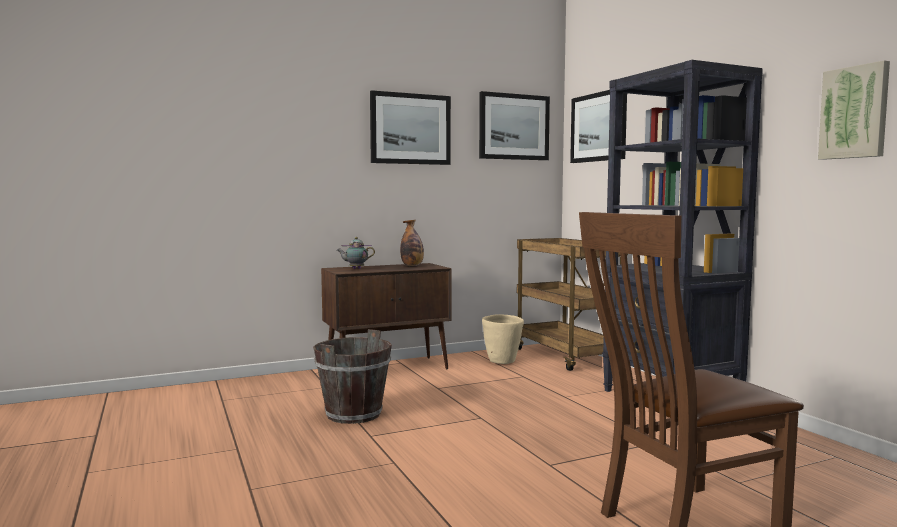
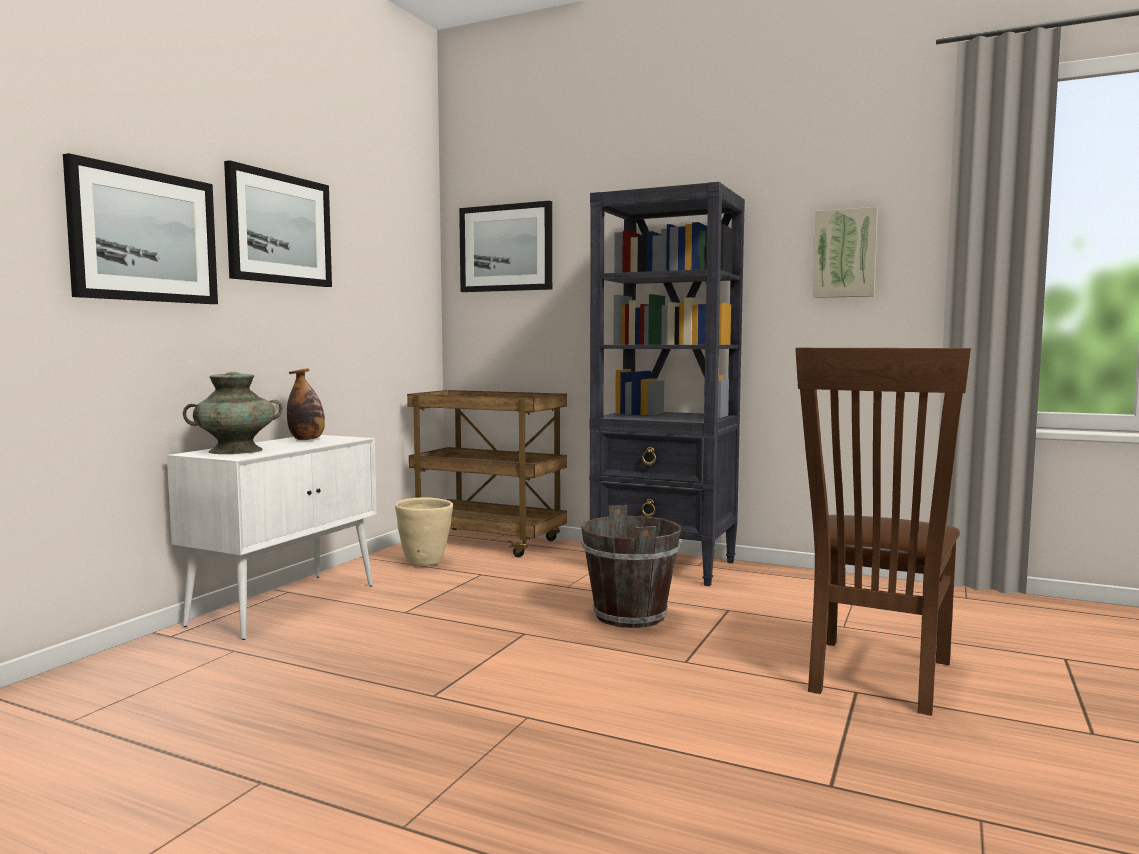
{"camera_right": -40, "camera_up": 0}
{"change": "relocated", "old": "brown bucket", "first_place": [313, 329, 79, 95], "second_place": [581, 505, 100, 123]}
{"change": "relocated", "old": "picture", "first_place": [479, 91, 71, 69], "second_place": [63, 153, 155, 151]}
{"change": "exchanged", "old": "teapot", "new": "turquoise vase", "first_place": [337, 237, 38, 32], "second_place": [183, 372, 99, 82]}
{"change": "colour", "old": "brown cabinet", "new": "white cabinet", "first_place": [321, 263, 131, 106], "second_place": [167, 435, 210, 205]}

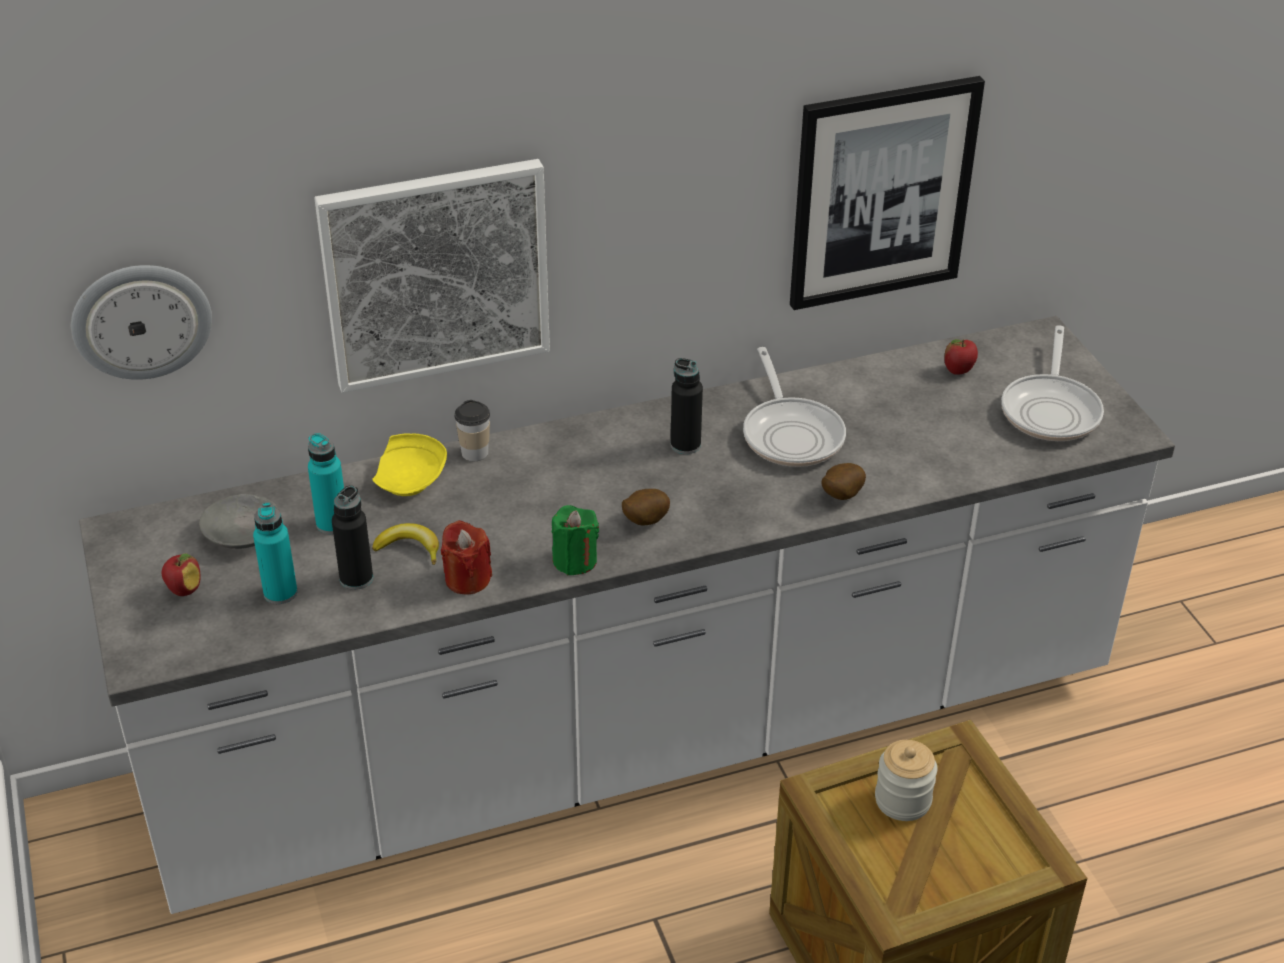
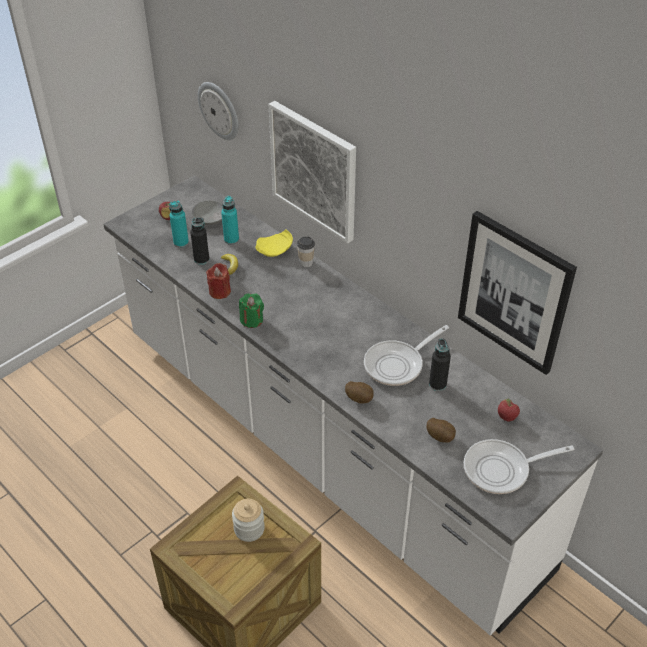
{"camera_right": 65, "camera_up": 5}
{"change": "relocated", "old": "potato", "first_place": [622, 489, 48, 36], "second_place": [426, 418, 30, 25]}
{"change": "relocated", "old": "black bottle", "first_place": [671, 358, 32, 96], "second_place": [429, 338, 22, 53]}

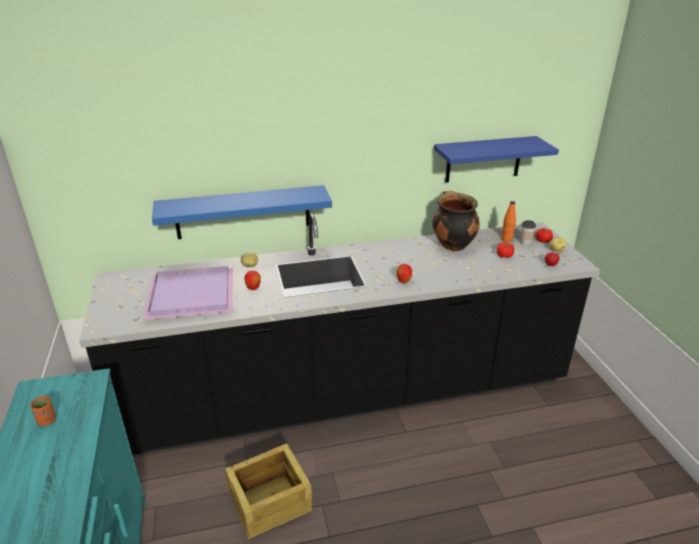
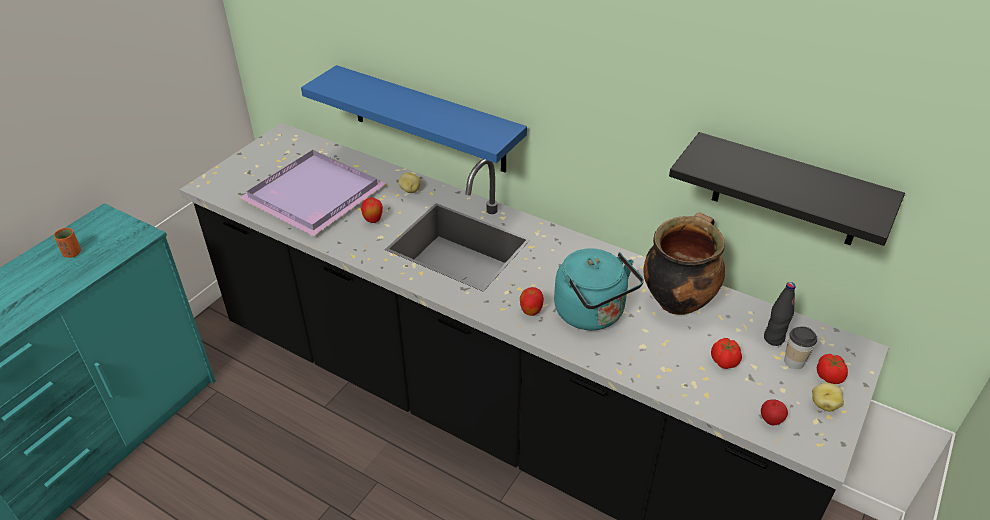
{"camera_right": 45, "camera_up": 10}
{"change": "missing", "old": "crate", "first_place": [225, 443, 87, 97]}
{"change": "appeared", "new": "turquoise kettle", "second_place": [554, 248, 90, 82]}
{"change": "colour", "old": "blue shelf", "new": "black shelf", "first_place": [434, 136, 125, 47], "second_place": [669, 132, 236, 114]}
{"change": "colour", "old": "orange bottle", "new": "black bottle", "first_place": [501, 201, 15, 41], "second_place": [764, 282, 32, 64]}

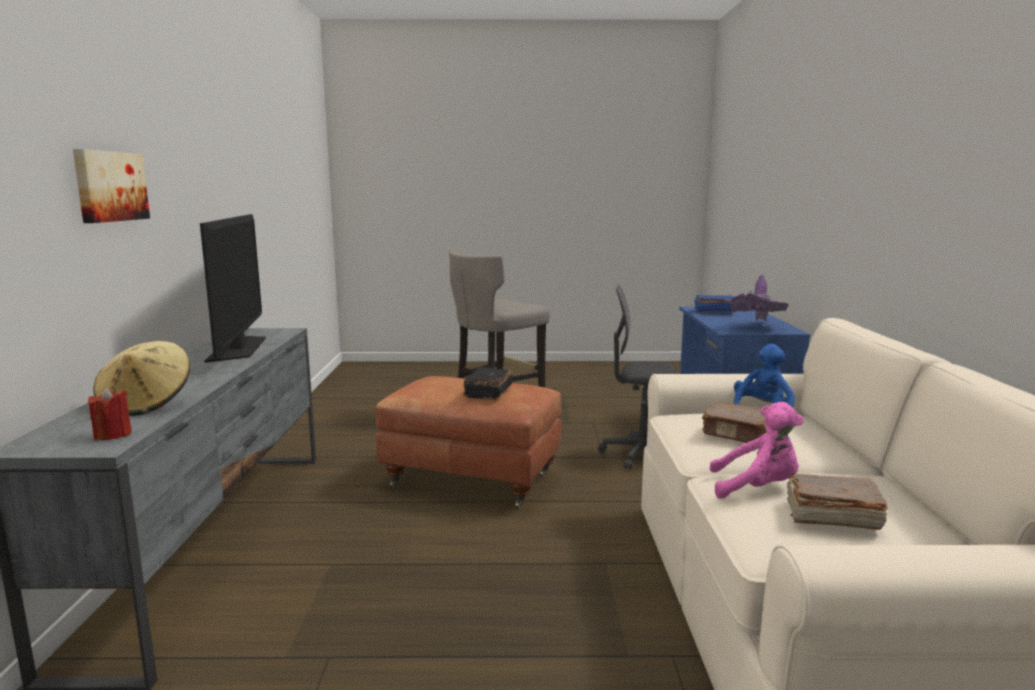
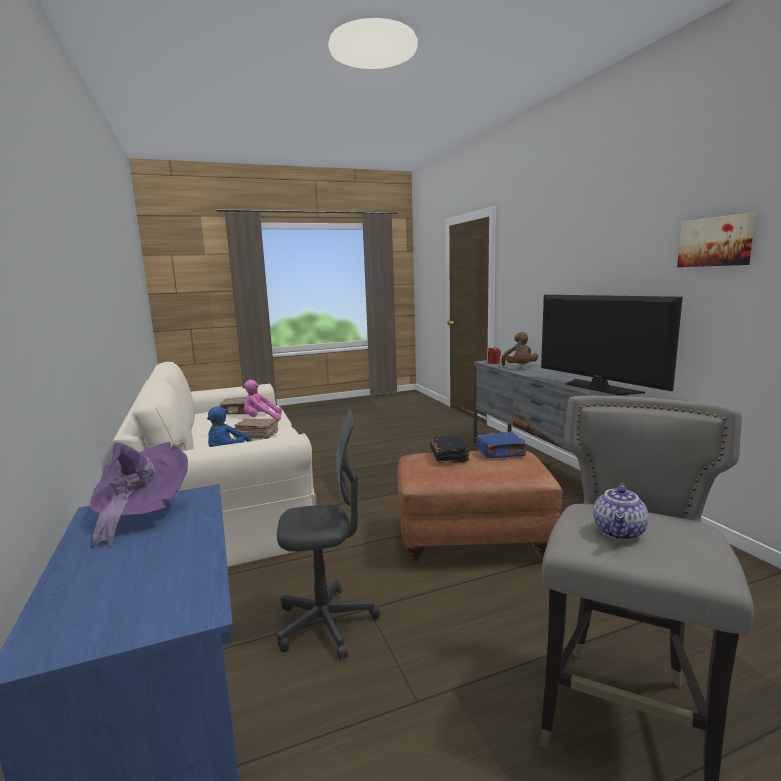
{"camera_right": 160, "camera_up": 0}
{"change": "appeared", "new": "teapot", "second_place": [593, 483, 55, 58]}
{"change": "relocated", "old": "picture", "first_place": [73, 149, 77, 74], "second_place": [677, 213, 79, 54]}
{"change": "relocated", "old": "blue book", "first_place": [695, 295, 39, 18], "second_place": [476, 432, 51, 26]}
{"change": "exchanged", "old": "beige hat", "new": "brown plush toy", "first_place": [93, 341, 97, 75], "second_place": [501, 332, 37, 34]}

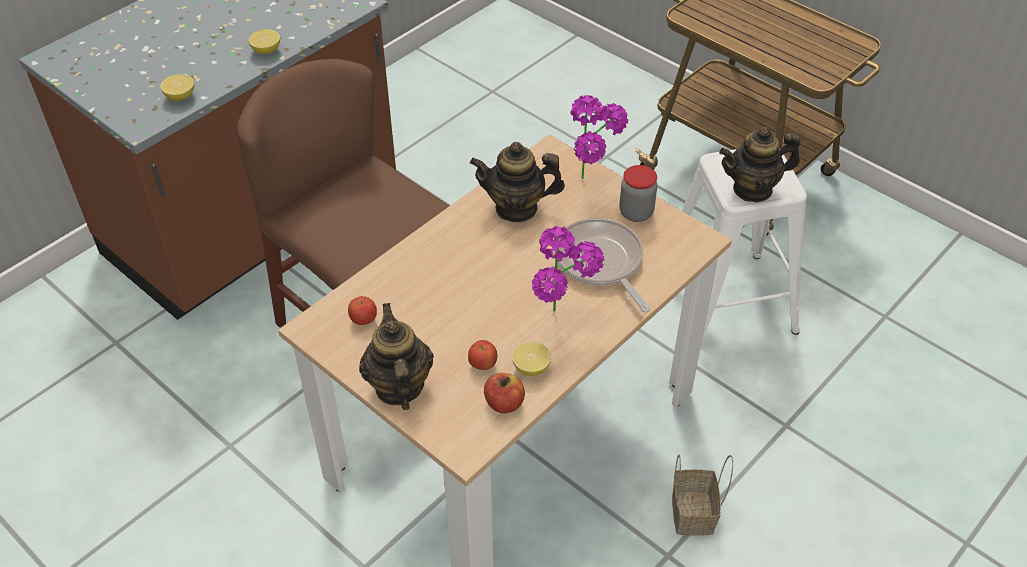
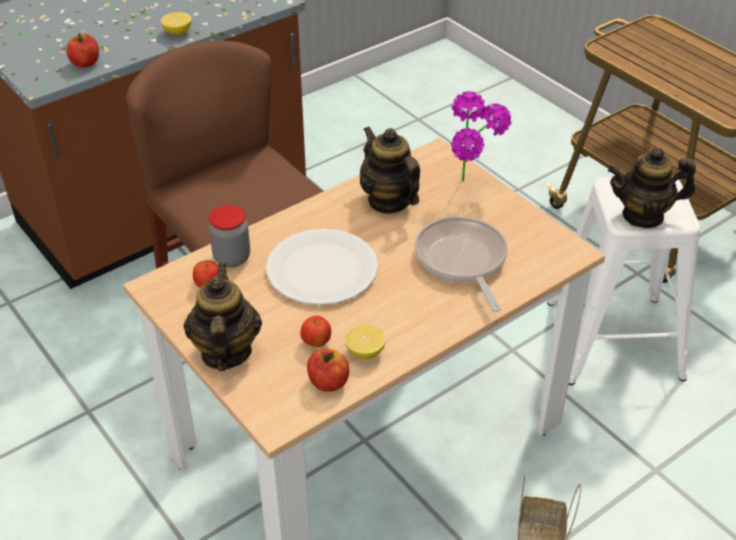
{"camera_right": 10, "camera_up": -5}
{"change": "missing", "old": "potted plant", "first_place": [532, 226, 72, 85]}
{"change": "appeared", "new": "white plate", "second_place": [266, 229, 112, 76]}
{"change": "relocated", "old": "jar", "first_place": [619, 165, 39, 57], "second_place": [209, 205, 41, 62]}
{"change": "exchanged", "old": "lemon", "new": "apple", "first_place": [160, 74, 34, 27], "second_place": [66, 33, 33, 35]}
{"change": "spun", "old": "teapot", "first_place": [470, 142, 95, 80], "second_place": [360, 126, 60, 88], "degrees": 45}

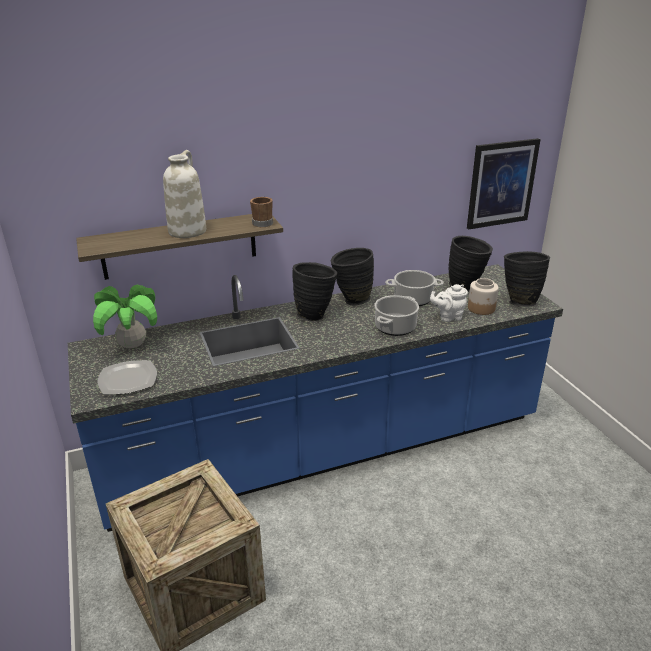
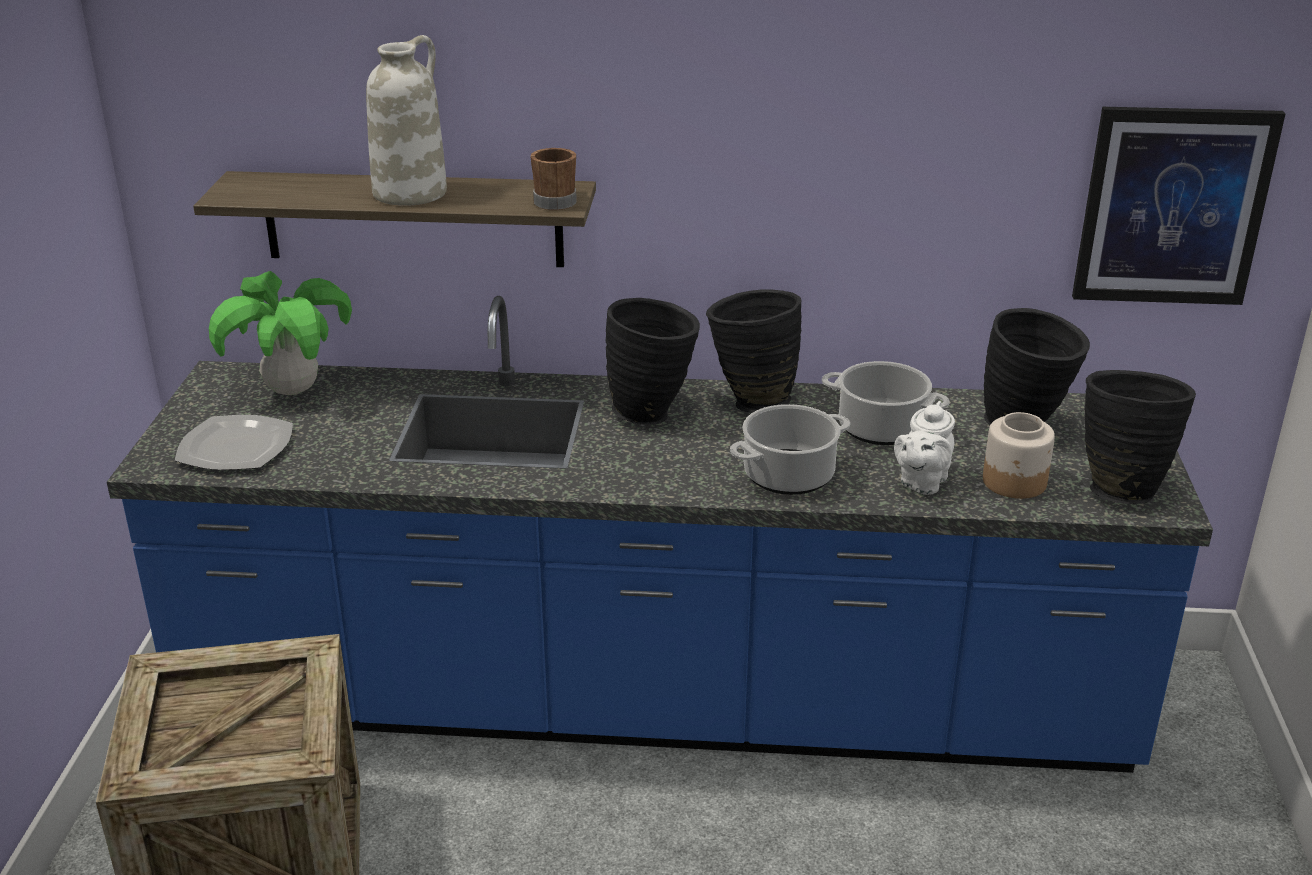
{"camera_right": 25, "camera_up": 0}
{"change": "spun", "old": "white teapot", "first_place": [430, 284, 38, 38], "second_place": [894, 401, 61, 94], "degrees": -75}

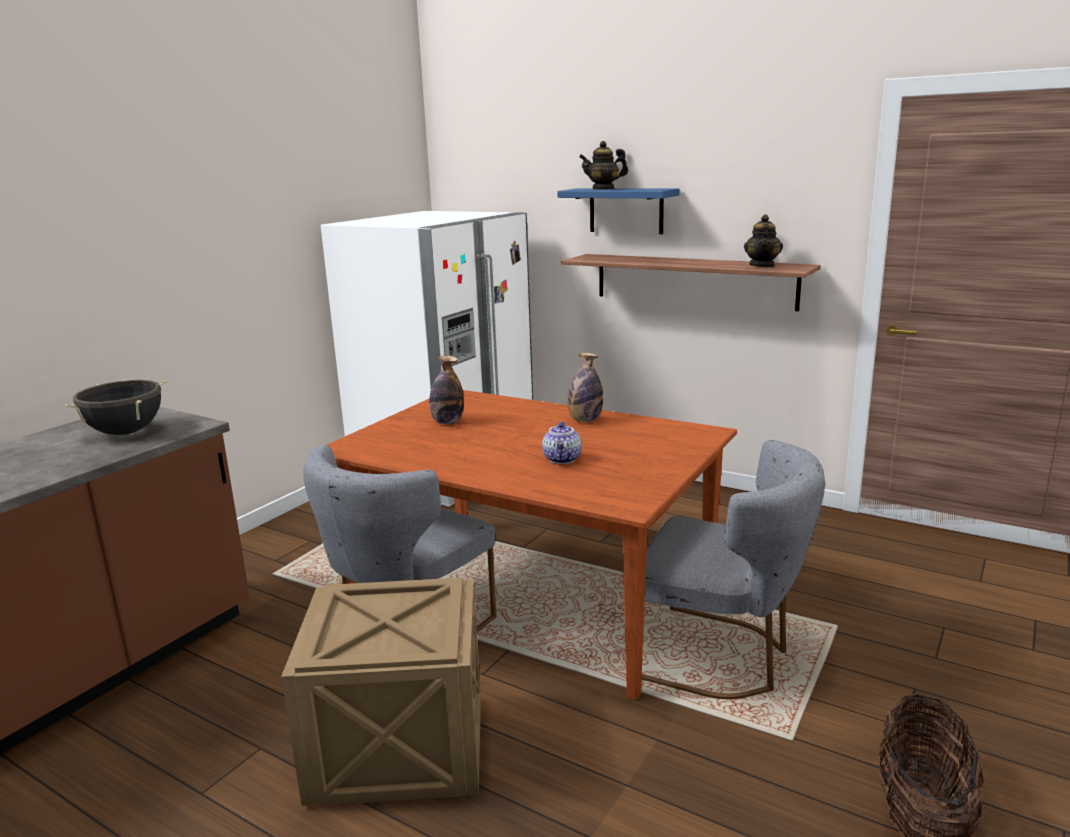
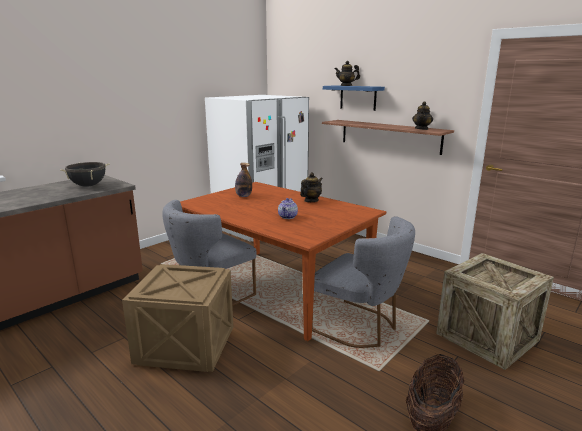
{"camera_right": 10, "camera_up": 0}
{"change": "appeared", "new": "crate", "second_place": [436, 253, 118, 117]}
{"change": "exchanged", "old": "bottle", "new": "teapot", "first_place": [568, 353, 35, 69], "second_place": [300, 172, 23, 30]}

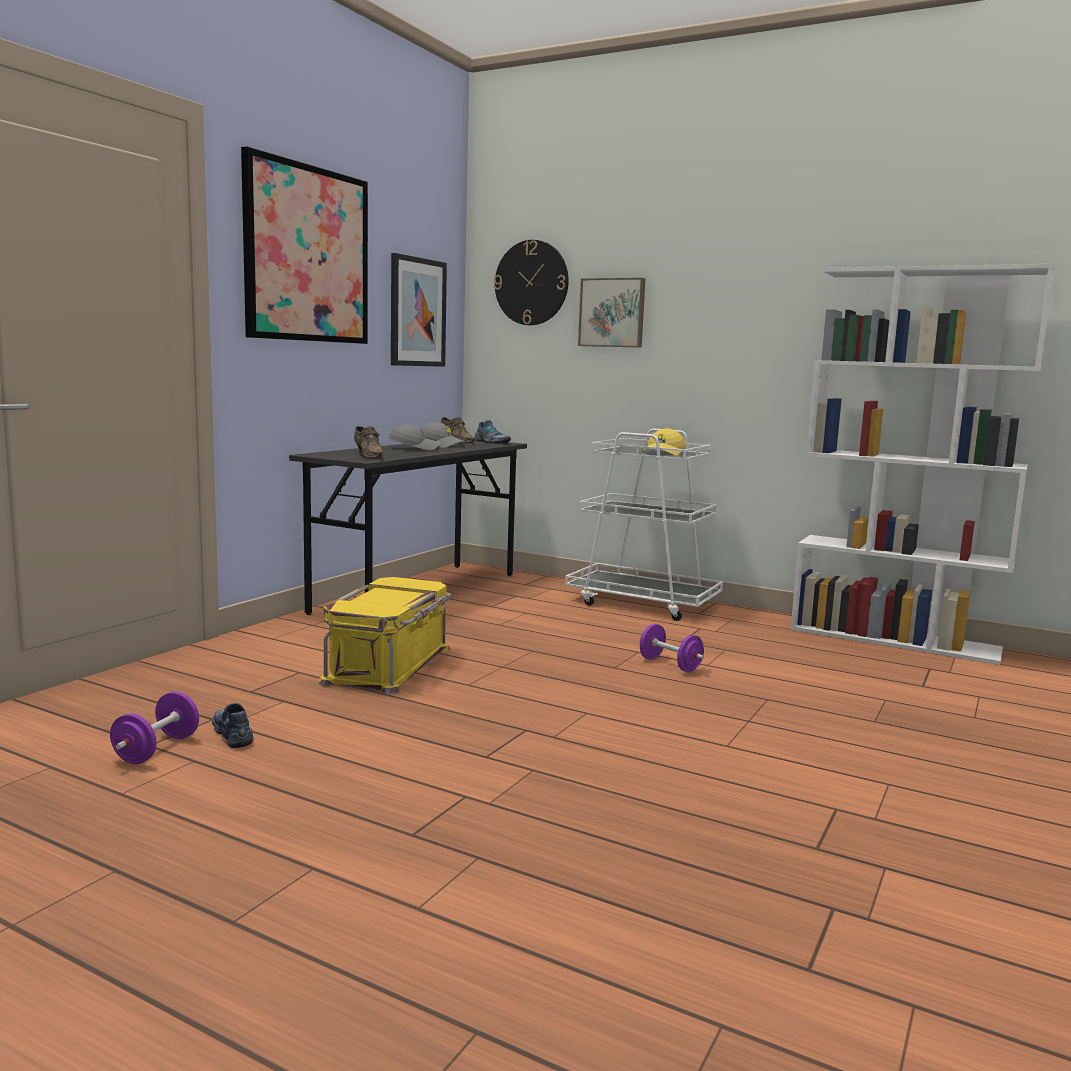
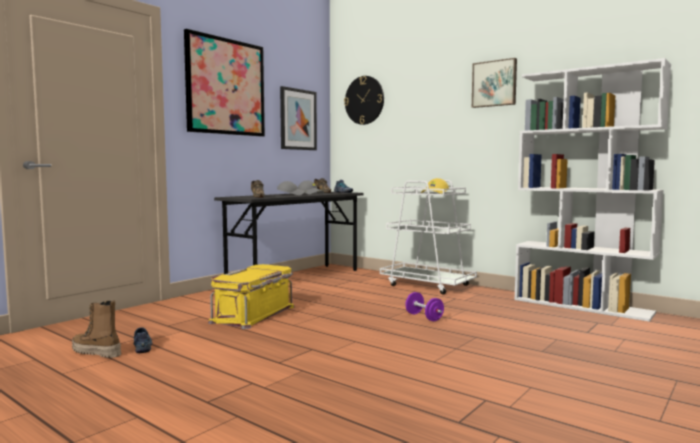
{"camera_right": 10, "camera_up": -5}
{"change": "relocated", "old": "picture", "first_place": [578, 278, 67, 70], "second_place": [472, 58, 45, 50]}
{"change": "exchanged", "old": "purple dumbbell", "new": "boot", "first_place": [110, 692, 89, 72], "second_place": [72, 300, 49, 58]}

